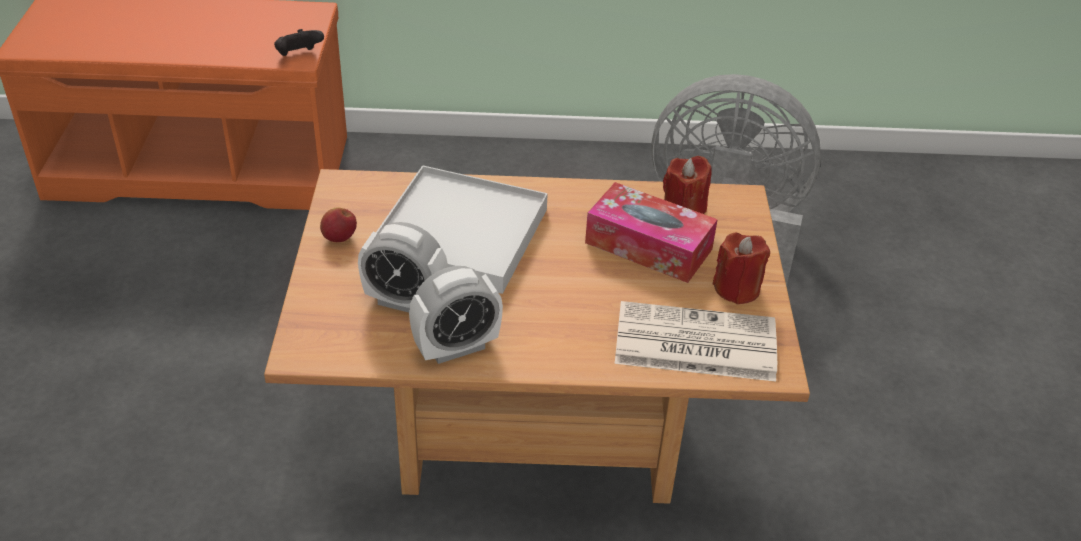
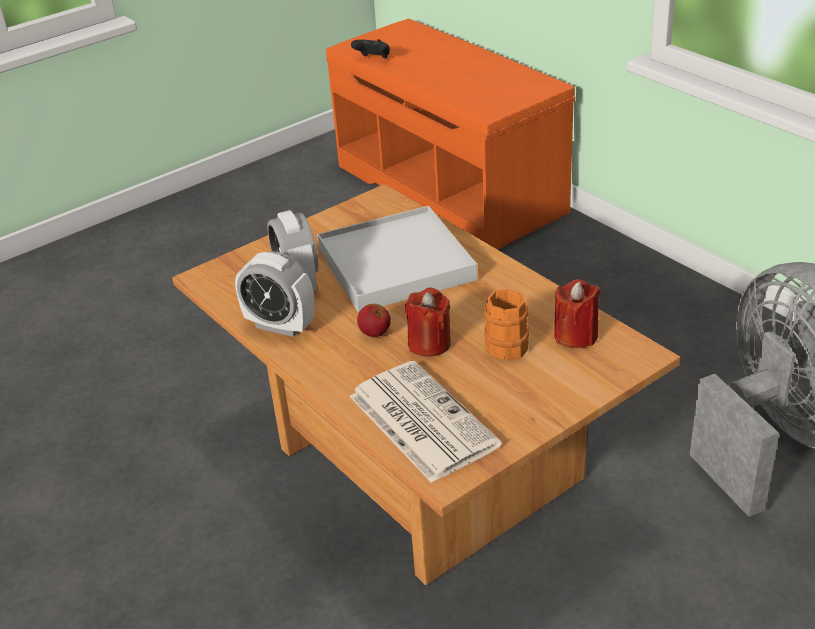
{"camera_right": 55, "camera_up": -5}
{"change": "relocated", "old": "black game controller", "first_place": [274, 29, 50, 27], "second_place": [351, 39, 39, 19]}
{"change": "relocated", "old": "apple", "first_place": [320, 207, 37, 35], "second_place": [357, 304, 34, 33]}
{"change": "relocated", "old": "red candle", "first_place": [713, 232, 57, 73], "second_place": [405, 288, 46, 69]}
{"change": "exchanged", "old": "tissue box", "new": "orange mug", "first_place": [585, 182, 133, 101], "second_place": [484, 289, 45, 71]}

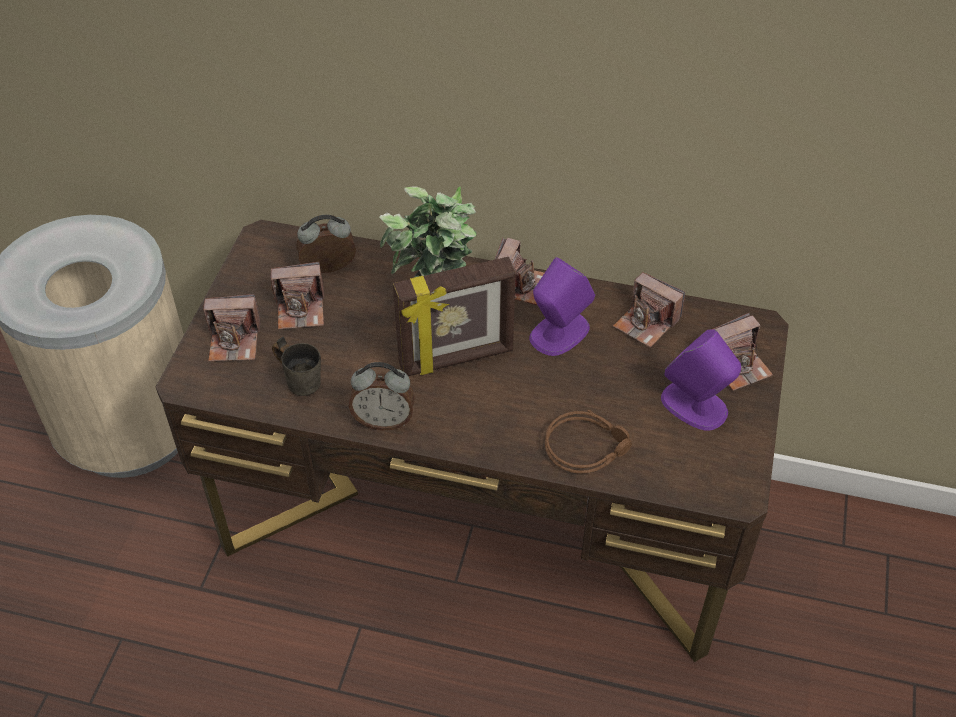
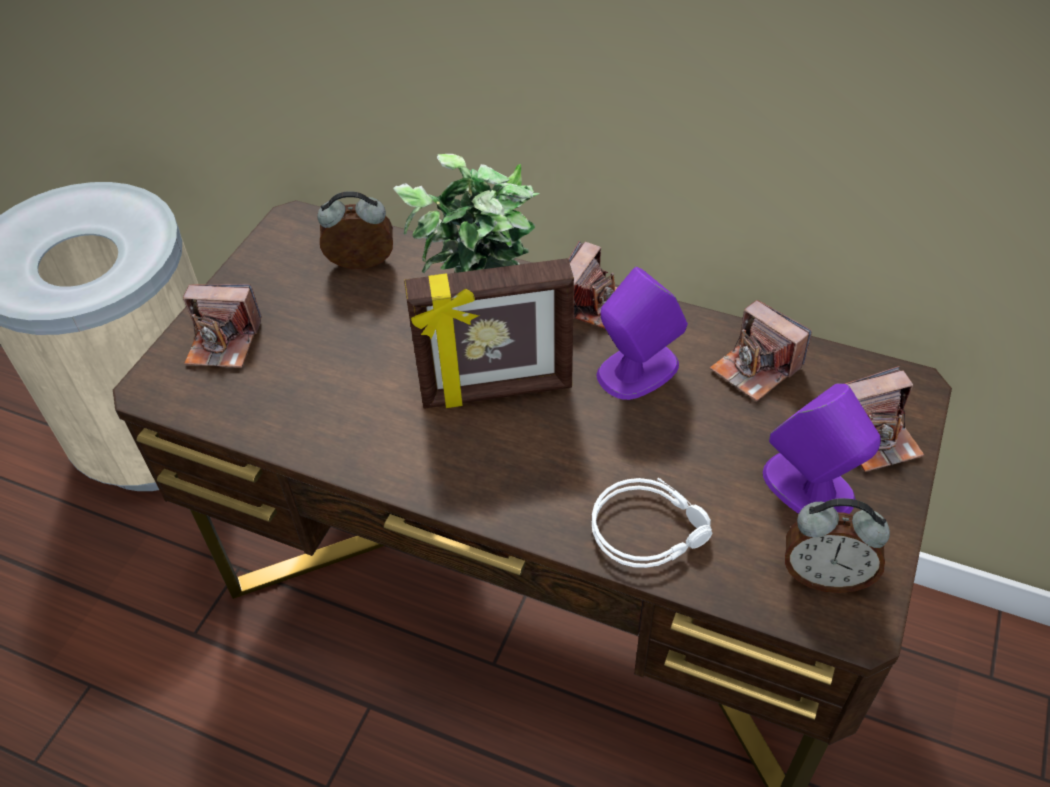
{"camera_right": 10, "camera_up": 0}
{"change": "missing", "old": "photo camera", "first_place": [270, 262, 54, 68]}
{"change": "missing", "old": "grey mug", "first_place": [272, 336, 49, 60]}
{"change": "relocated", "old": "alarm clock", "first_place": [349, 362, 66, 68], "second_place": [785, 498, 105, 95]}
{"change": "colour", "old": "brown headphones", "new": "white headphones", "first_place": [545, 410, 87, 64], "second_place": [592, 478, 120, 90]}

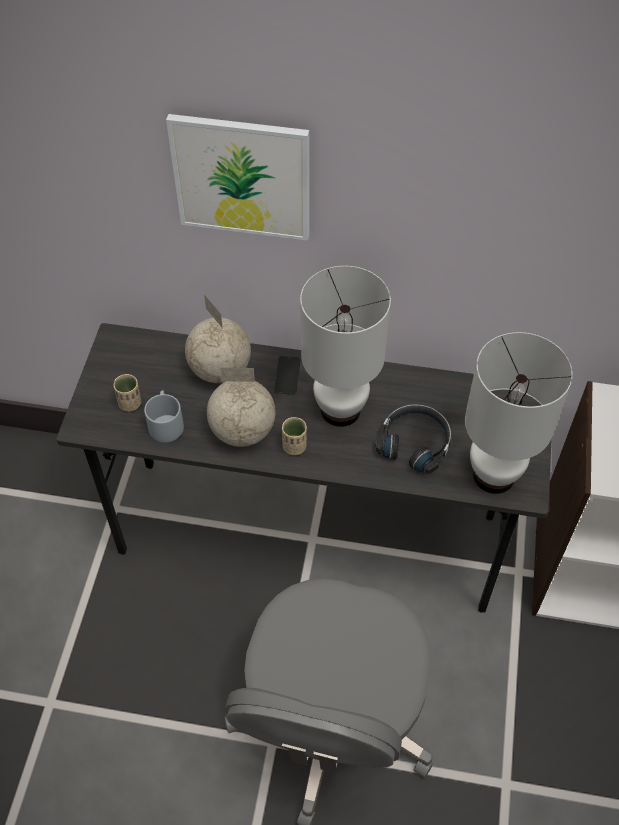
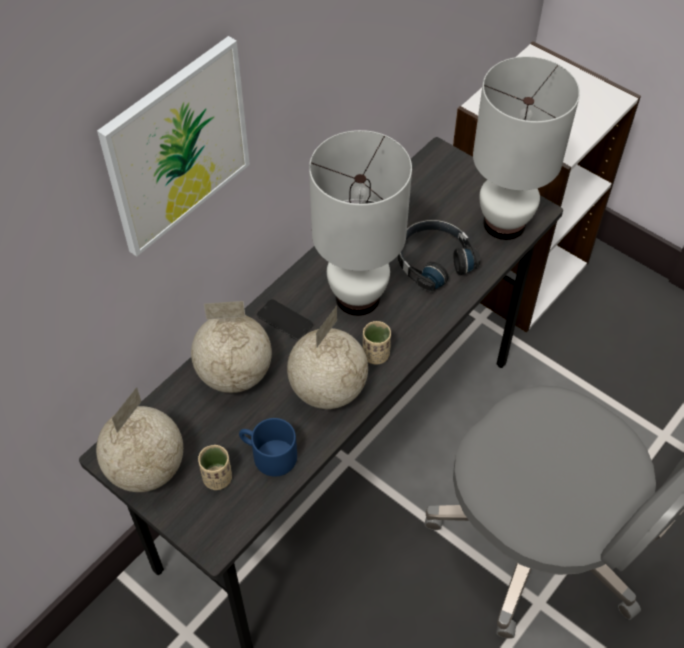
{"camera_right": -60, "camera_up": 0}
{"change": "appeared", "new": "globe", "second_place": [96, 387, 87, 105]}
{"change": "colour", "old": "grey mug", "new": "blue mug", "first_place": [144, 390, 40, 53], "second_place": [239, 418, 58, 59]}

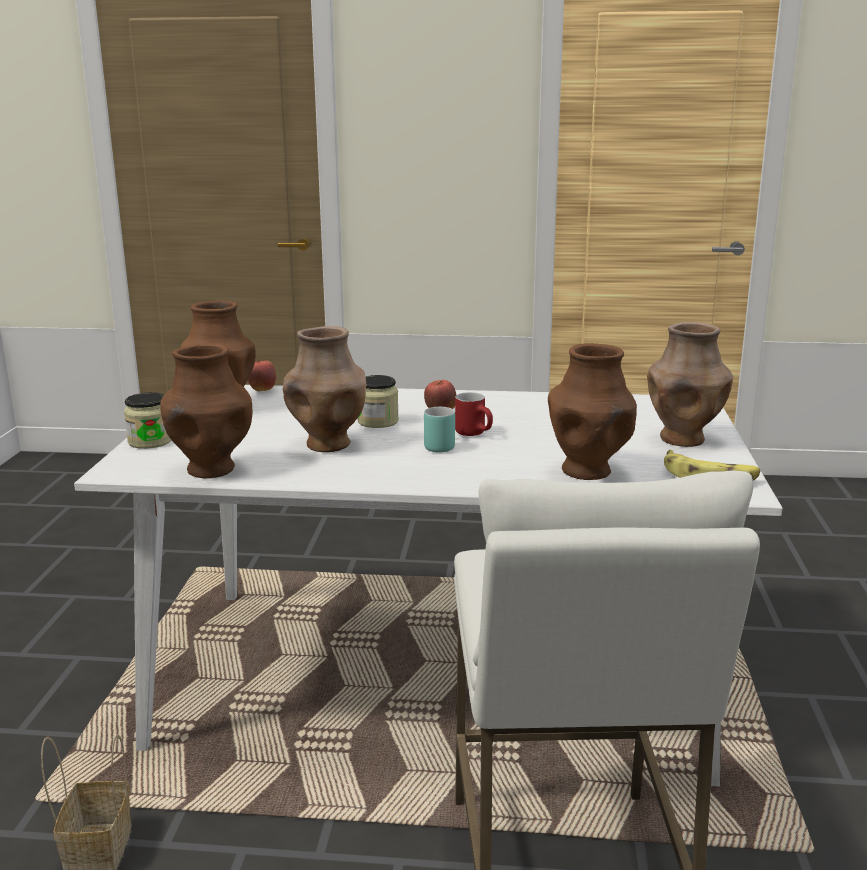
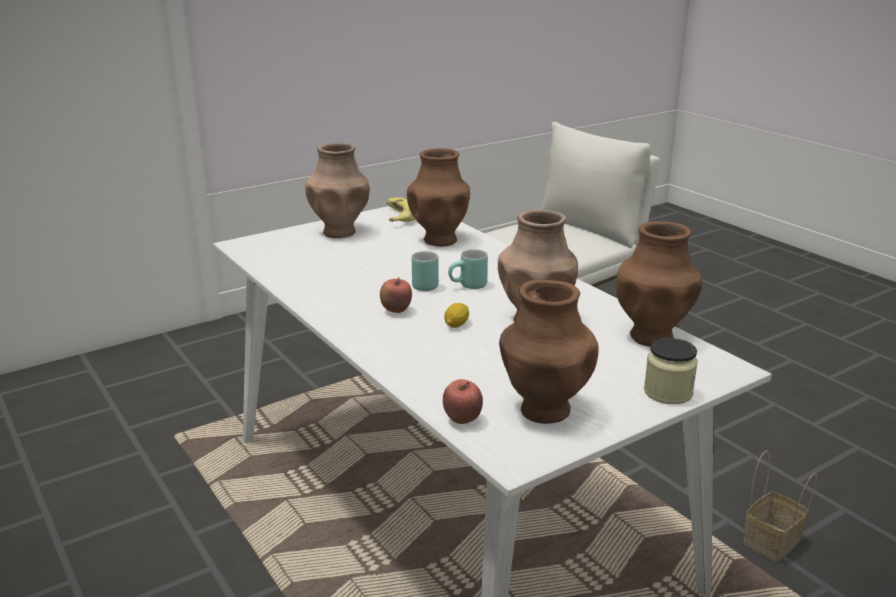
{"camera_right": -130, "camera_up": 5}
{"change": "exchanged", "old": "jar", "new": "lemon", "first_place": [358, 375, 41, 53], "second_place": [444, 303, 25, 25]}
{"change": "colour", "old": "red mug", "new": "turquoise mug", "first_place": [455, 392, 38, 44], "second_place": [412, 251, 27, 40]}

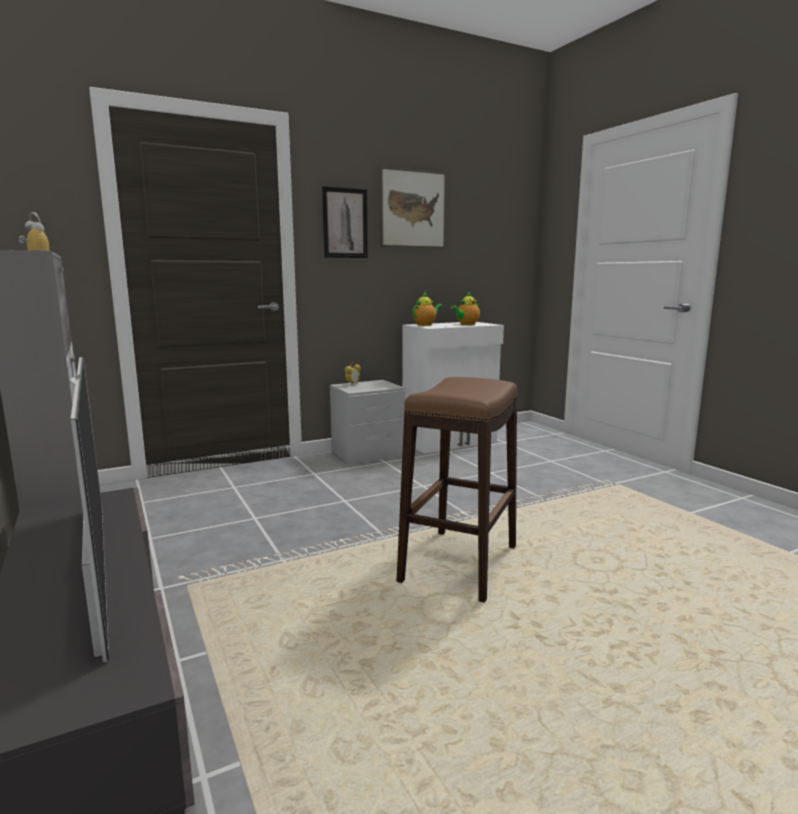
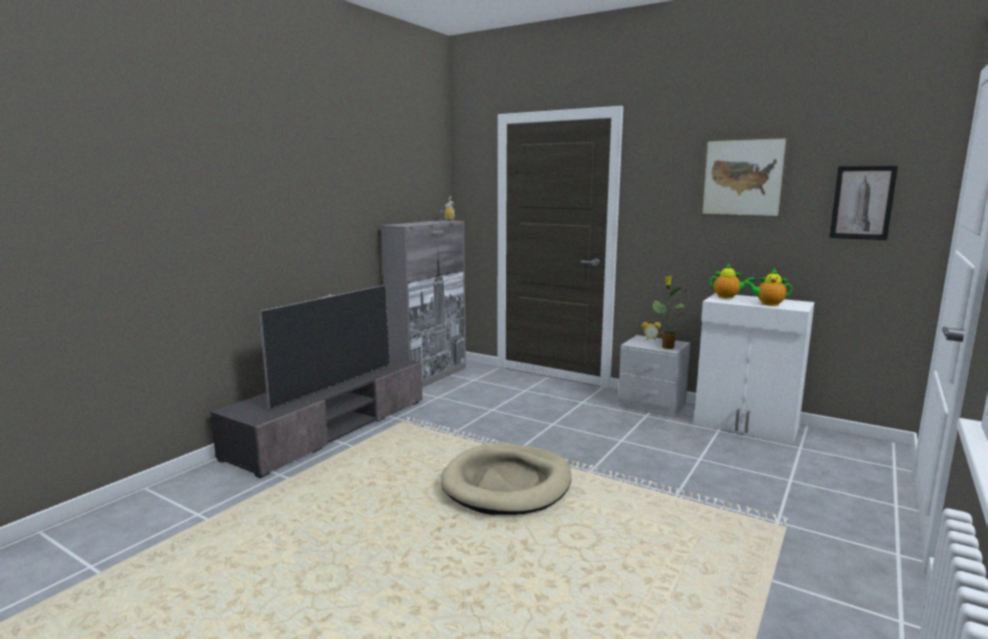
{"camera_right": 60, "camera_up": 0}
{"change": "appeared", "new": "potted plant", "second_place": [653, 276, 34, 73]}
{"change": "relocated", "old": "picture", "first_place": [322, 186, 46, 72], "second_place": [829, 166, 69, 74]}
{"change": "exchanged", "old": "brown stool", "new": "beige dog bed", "first_place": [396, 377, 121, 226], "second_place": [441, 443, 131, 72]}

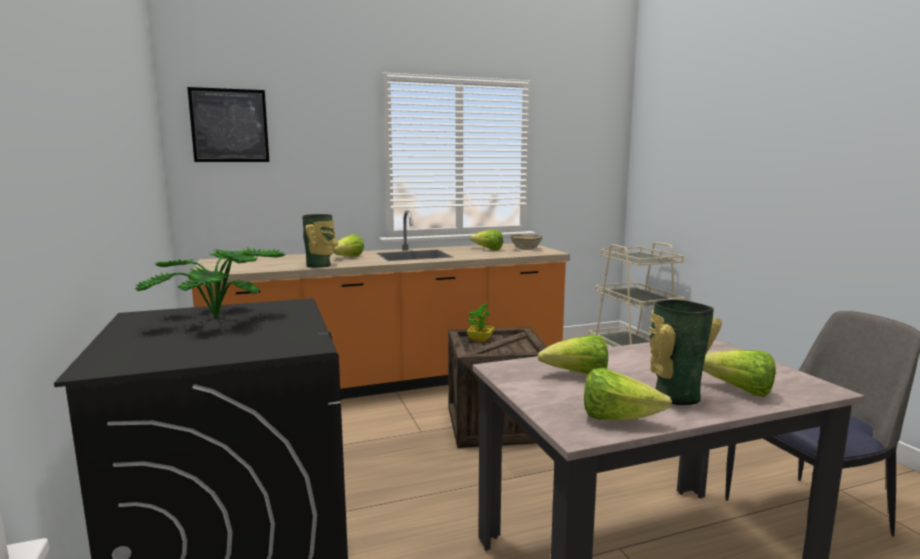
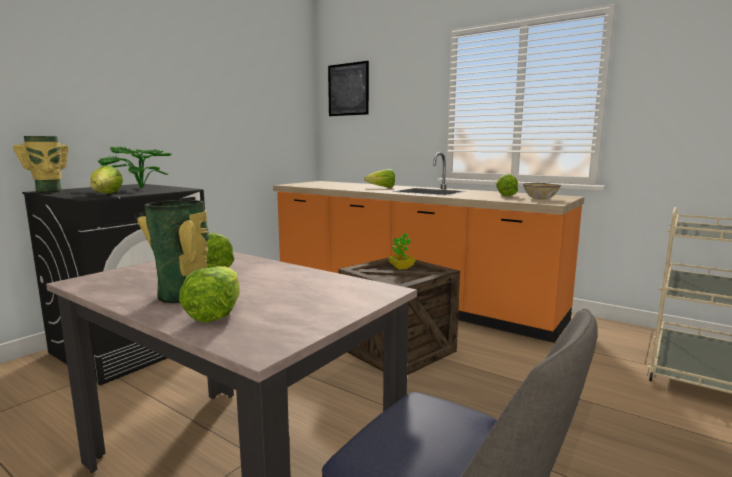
{"camera_right": 55, "camera_up": 0}
{"change": "relocated", "old": "vase", "first_place": [302, 214, 36, 54], "second_place": [13, 136, 56, 57]}
{"change": "relocated", "old": "lettuce", "first_place": [584, 368, 88, 52], "second_place": [90, 165, 33, 29]}

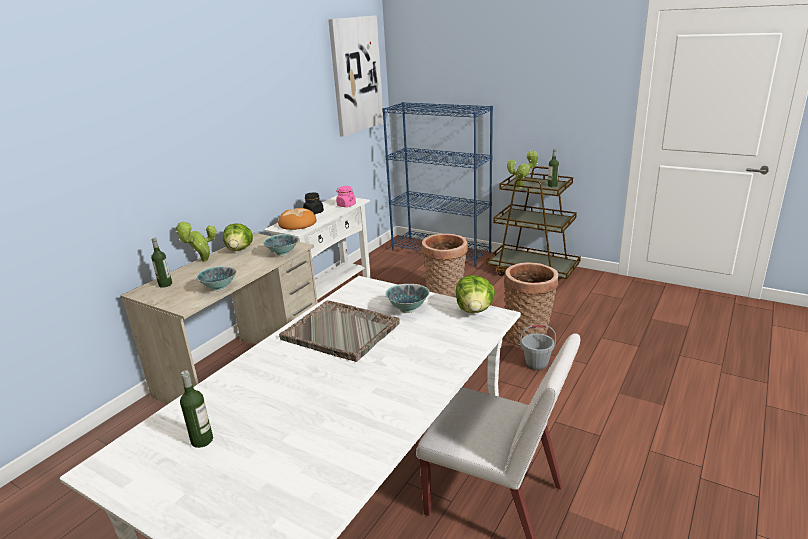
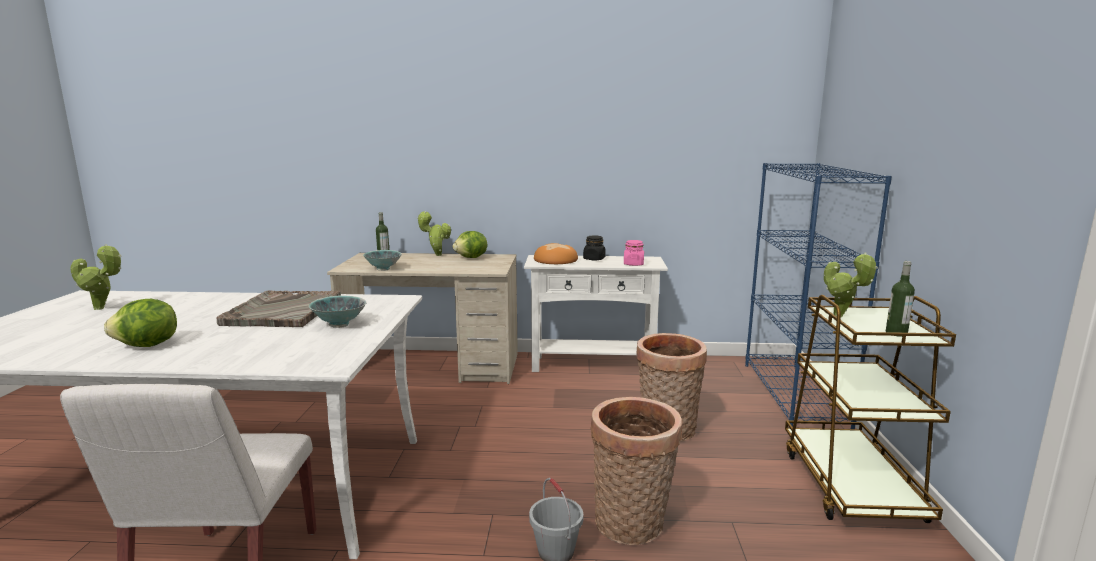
{"camera_right": 60, "camera_up": -10}
{"change": "missing", "old": "bowl", "first_place": [263, 234, 36, 22]}
{"change": "missing", "old": "picture", "first_place": [328, 15, 56, 122]}
{"change": "relocated", "old": "lettuce", "first_place": [456, 275, 39, 38], "second_place": [104, 299, 73, 48]}
{"change": "exchanged", "old": "bottle", "new": "potted plant", "first_place": [180, 371, 33, 77], "second_place": [70, 244, 51, 66]}

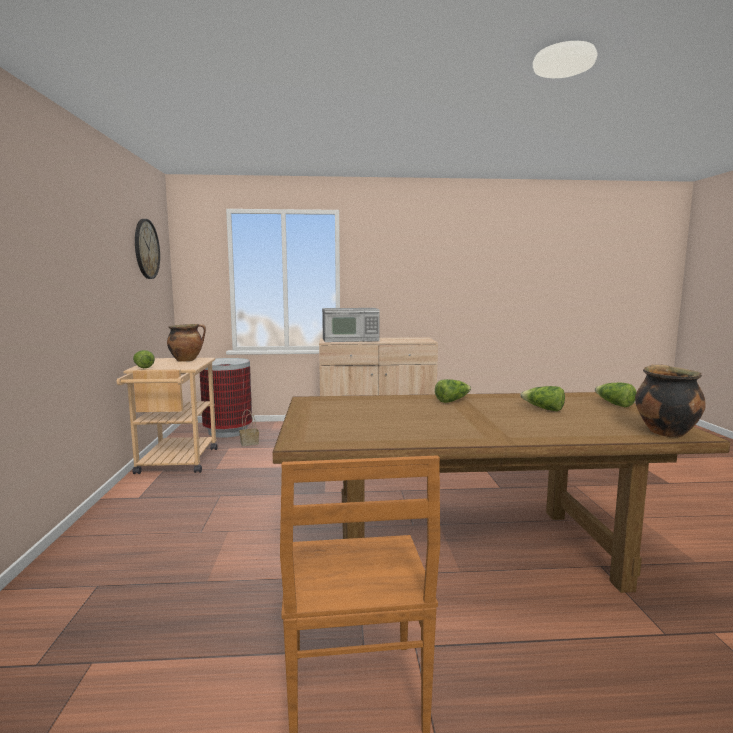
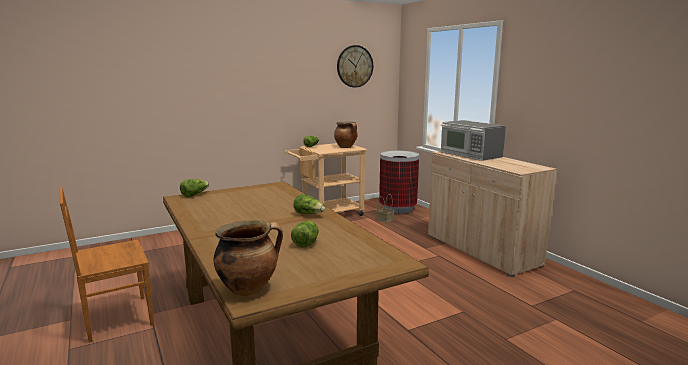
{"camera_right": 65, "camera_up": 5}
{"change": "relocated", "old": "lettuce", "first_place": [595, 383, 42, 24], "second_place": [180, 179, 29, 18]}

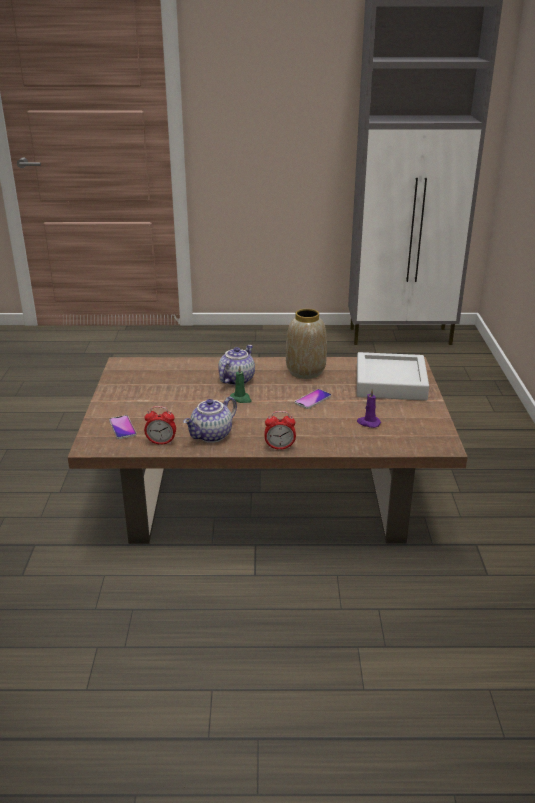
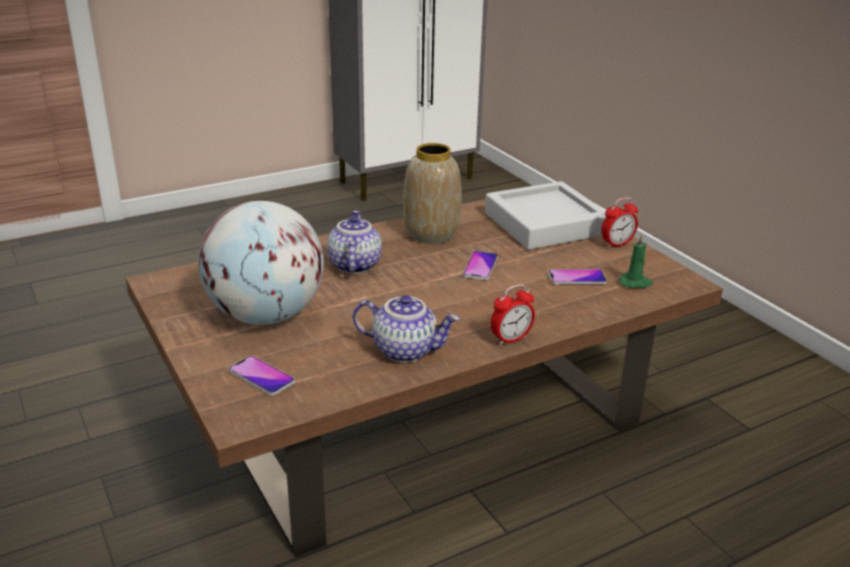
{"camera_right": -30, "camera_up": 0}
{"change": "appeared", "new": "globe", "second_place": [198, 201, 126, 124]}
{"change": "relocated", "old": "alarm clock", "first_place": [144, 406, 32, 39], "second_place": [601, 197, 37, 51]}
{"change": "relocated", "old": "green candle", "first_place": [230, 366, 22, 37], "second_place": [619, 234, 34, 54]}
{"change": "exchanged", "old": "purple candle", "new": "phone", "first_place": [357, 389, 24, 39], "second_place": [548, 269, 59, 16]}
{"change": "spun", "old": "teapot", "first_place": [183, 397, 54, 46], "second_place": [353, 295, 107, 68], "degrees": -90}

